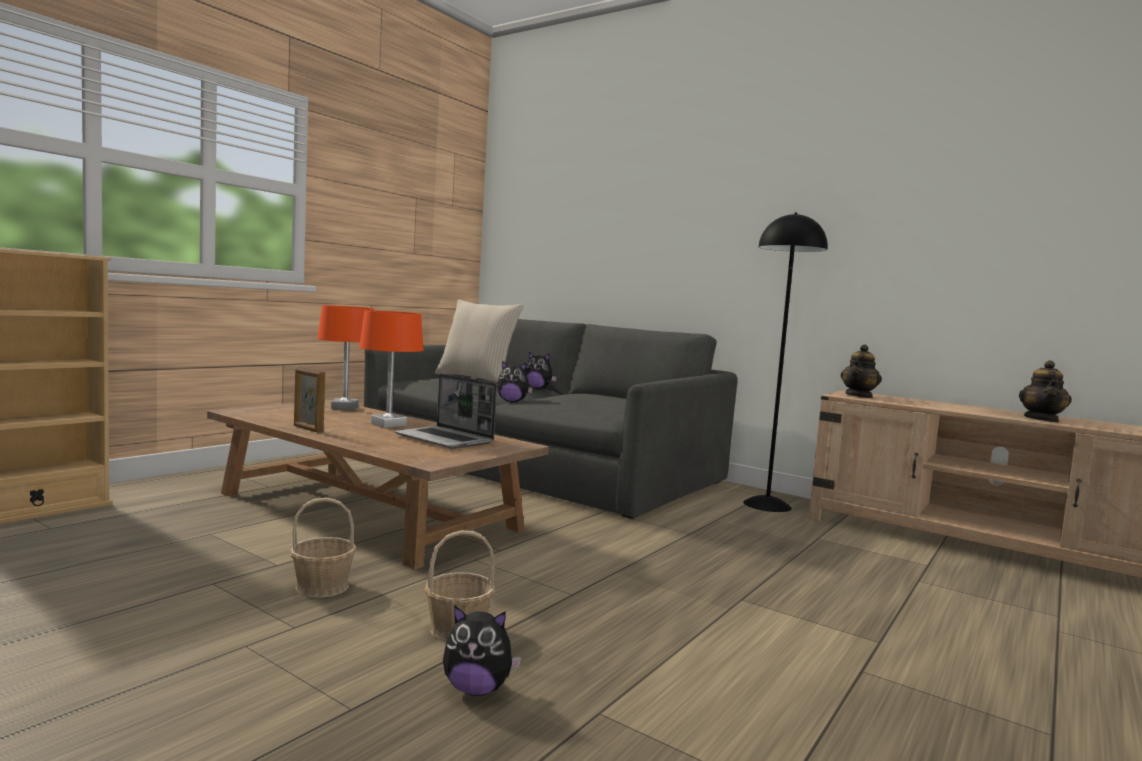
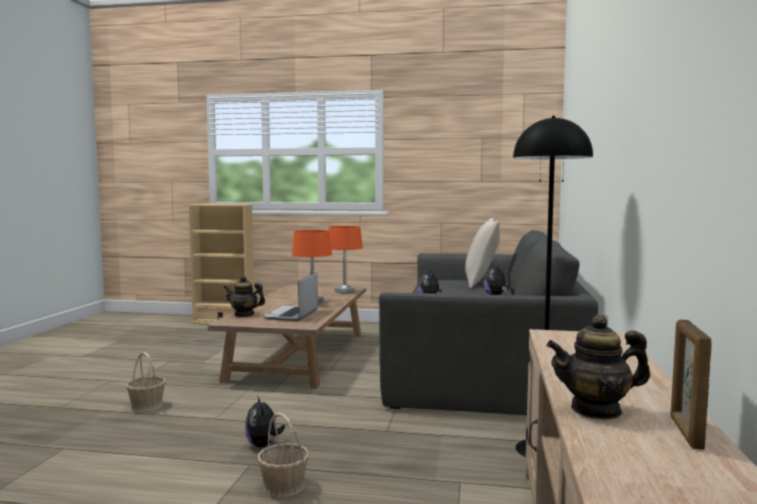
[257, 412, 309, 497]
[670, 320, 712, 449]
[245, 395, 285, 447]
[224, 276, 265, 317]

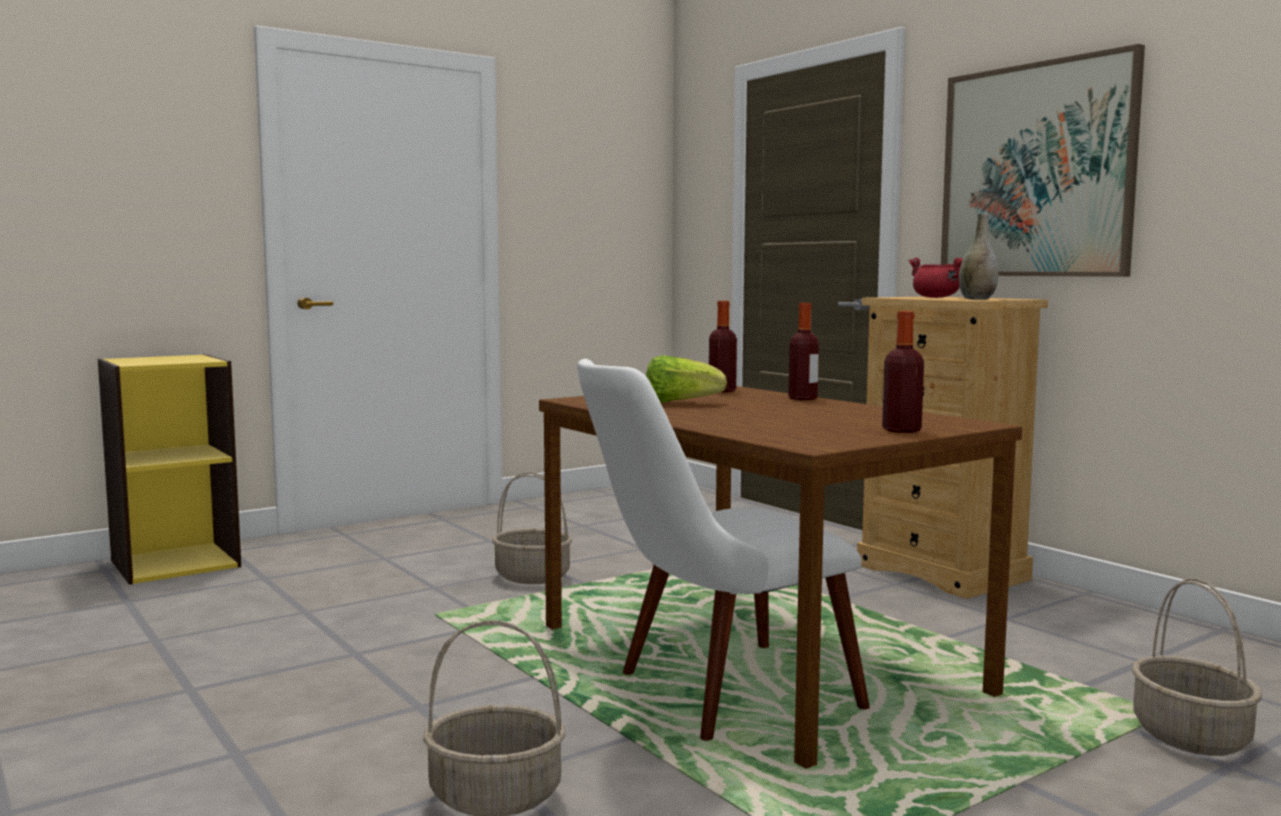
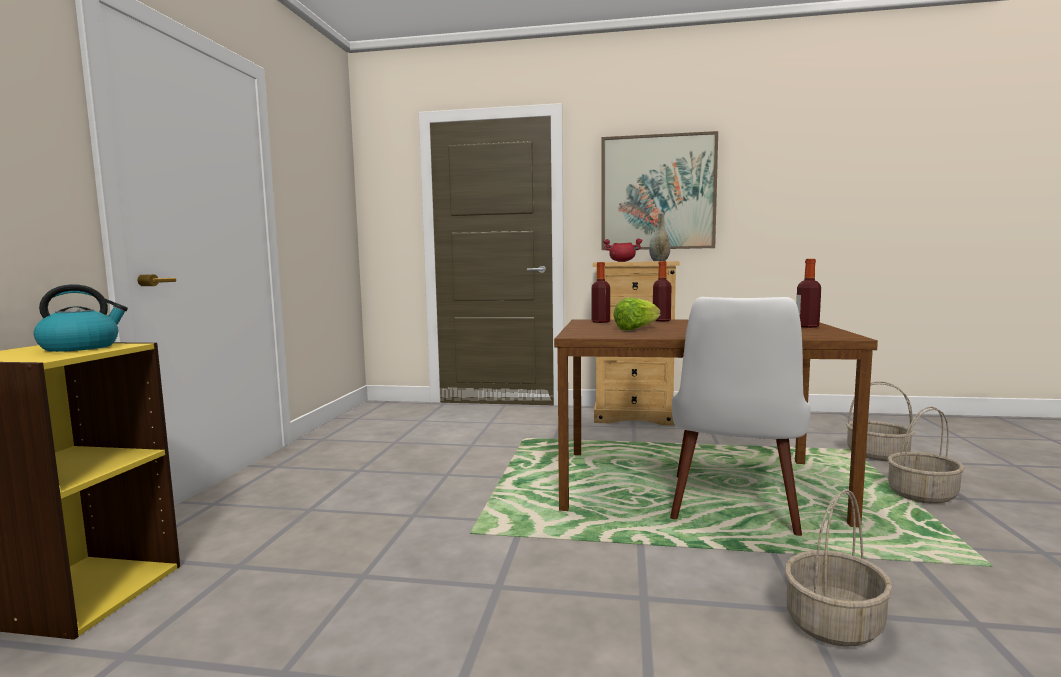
[887, 406, 965, 504]
[34, 284, 128, 352]

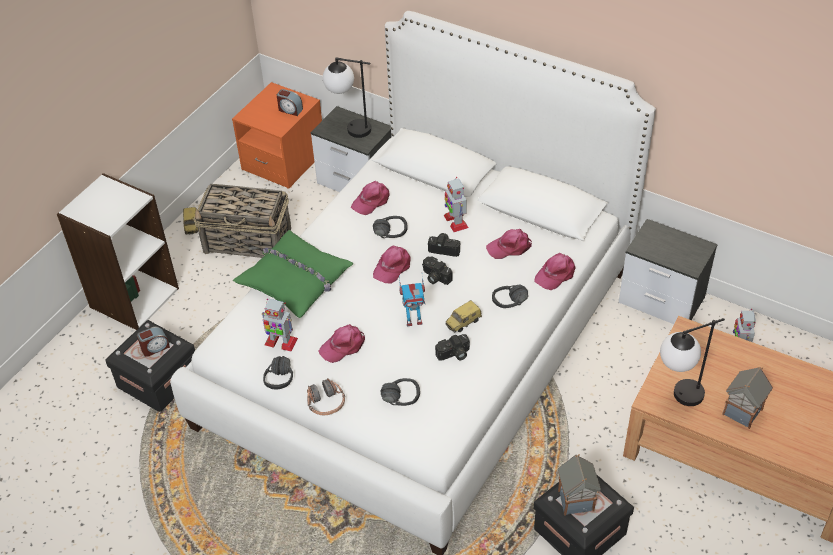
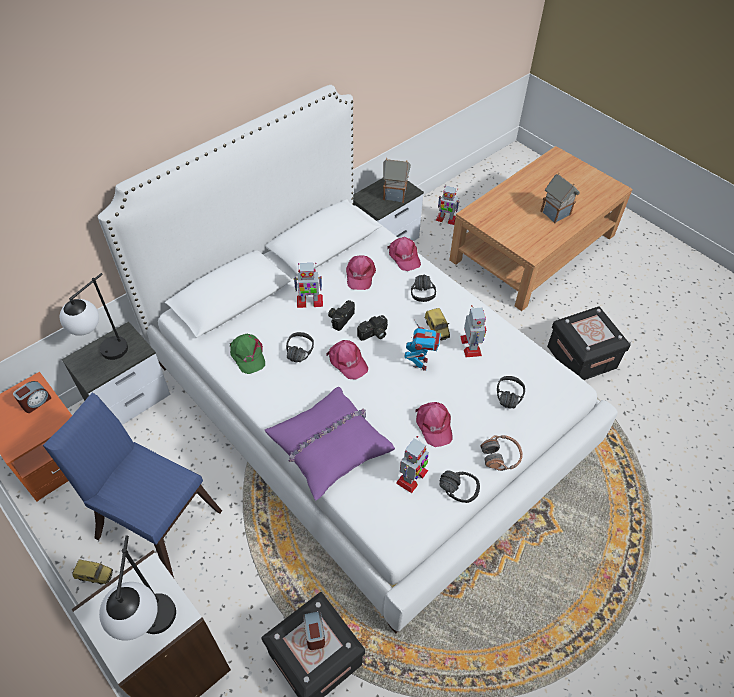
[43, 393, 222, 578]
[265, 387, 395, 500]
[230, 334, 265, 374]
[460, 305, 486, 357]
[383, 158, 411, 203]
[99, 535, 176, 641]

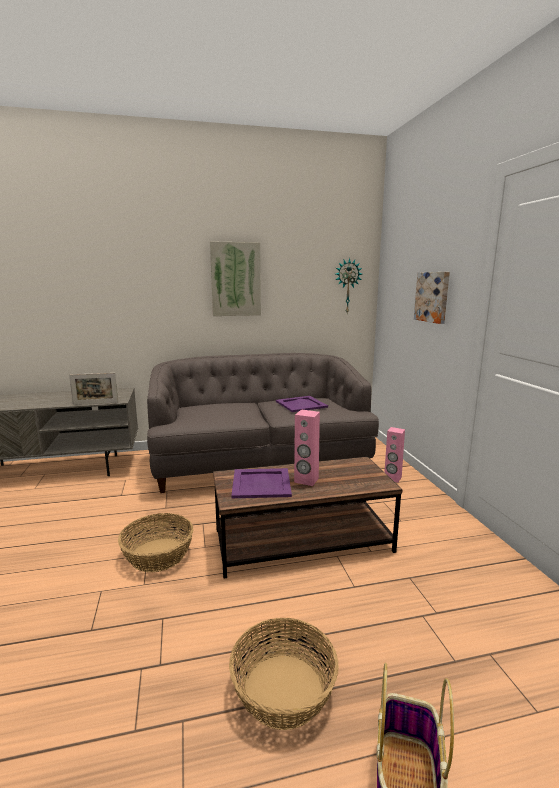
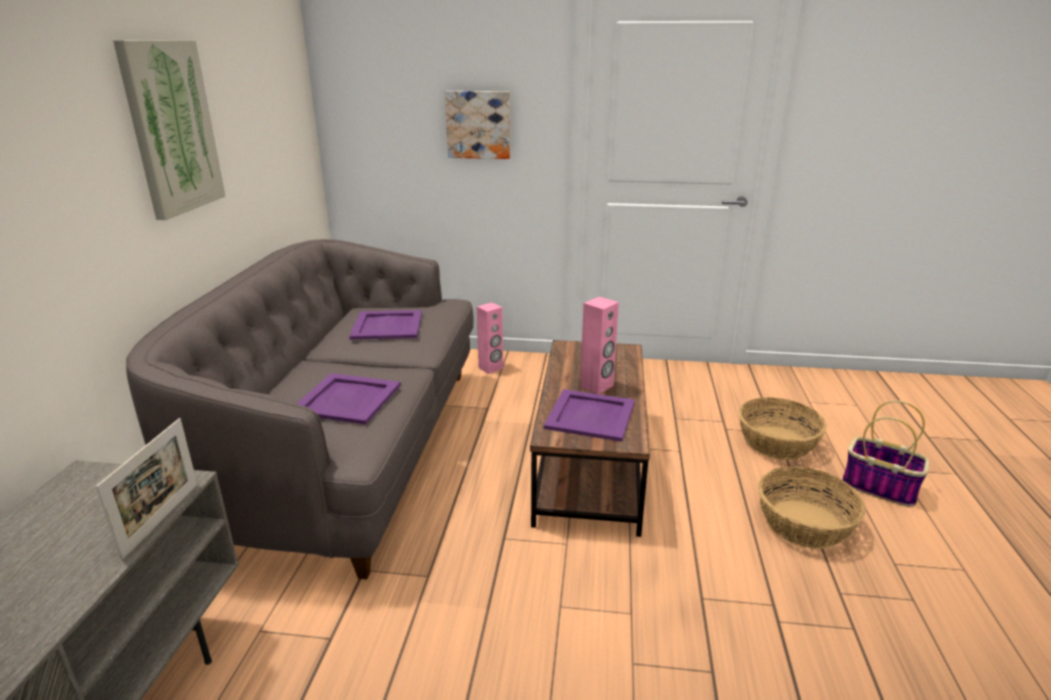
[739, 397, 827, 460]
[336, 258, 362, 313] (first image)
[296, 373, 401, 425]

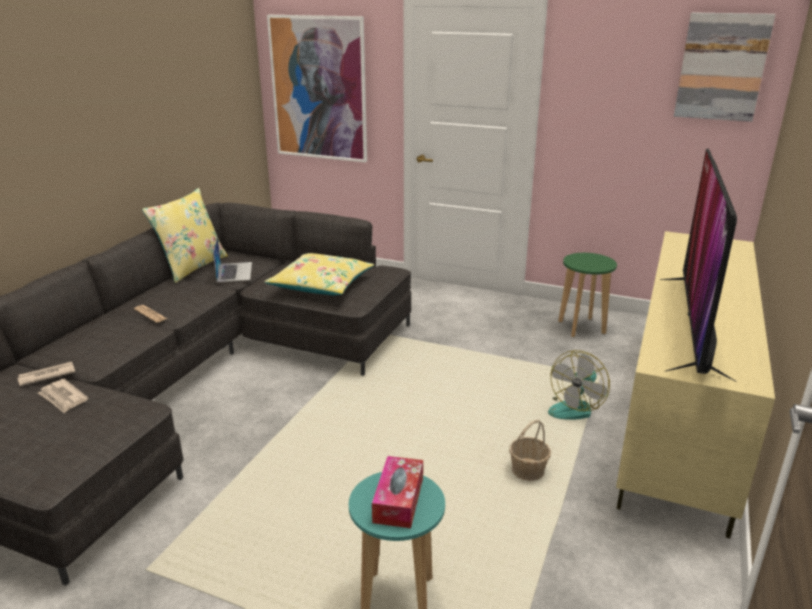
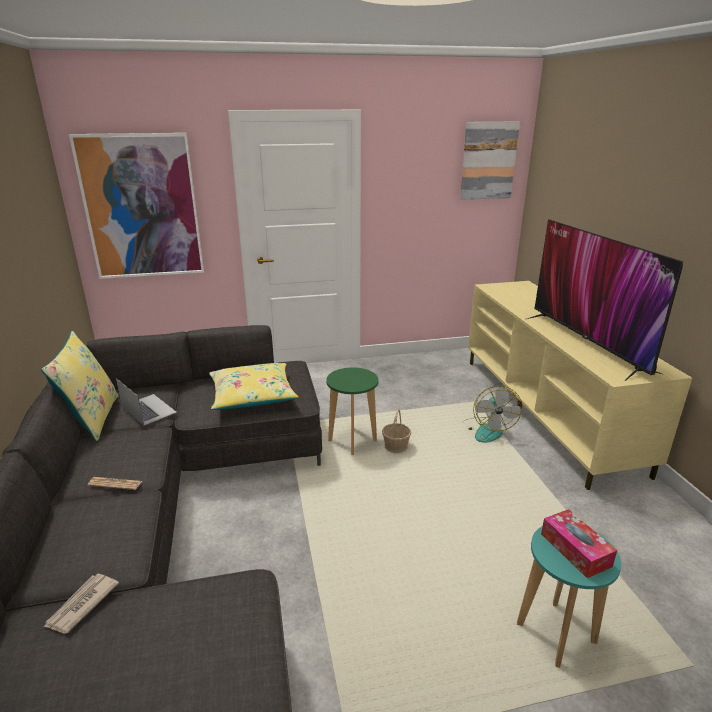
[38, 379, 88, 413] (first image)
[382, 408, 411, 453]
[326, 367, 378, 455]

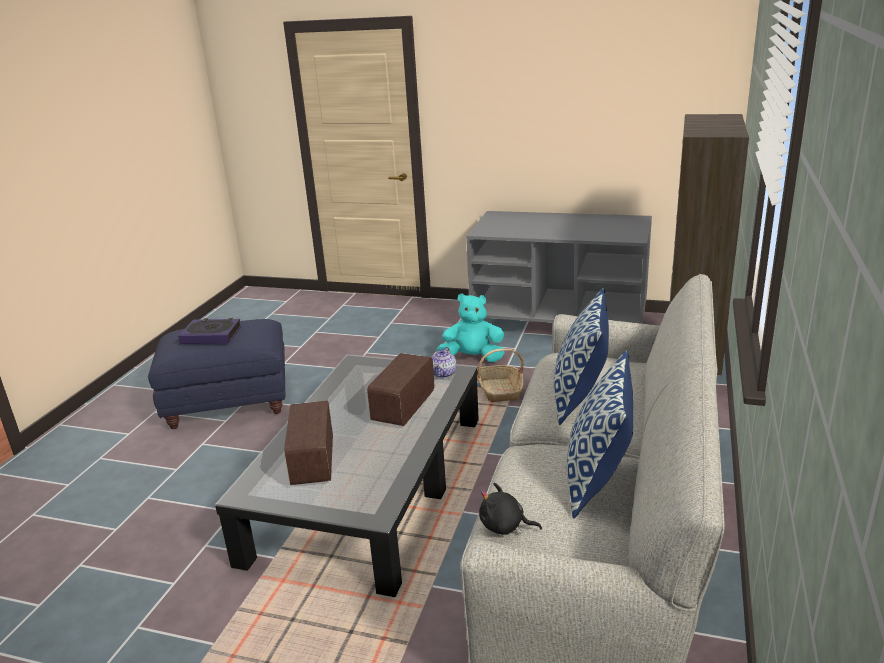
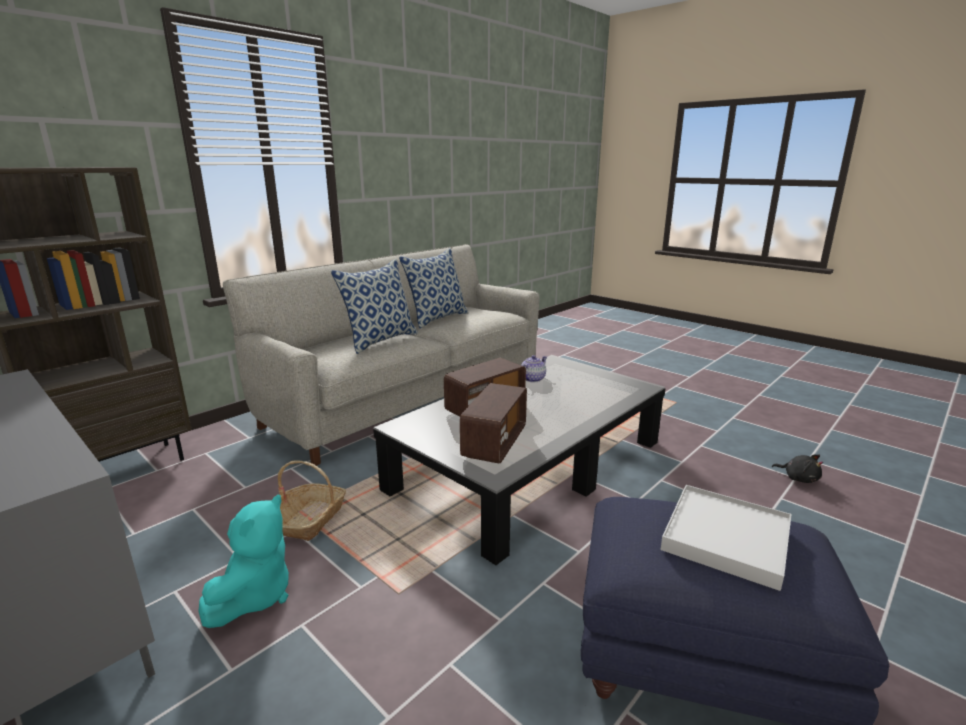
[660, 485, 792, 591]
[460, 383, 527, 463]
[521, 355, 547, 382]
[199, 495, 289, 628]
[772, 454, 823, 483]

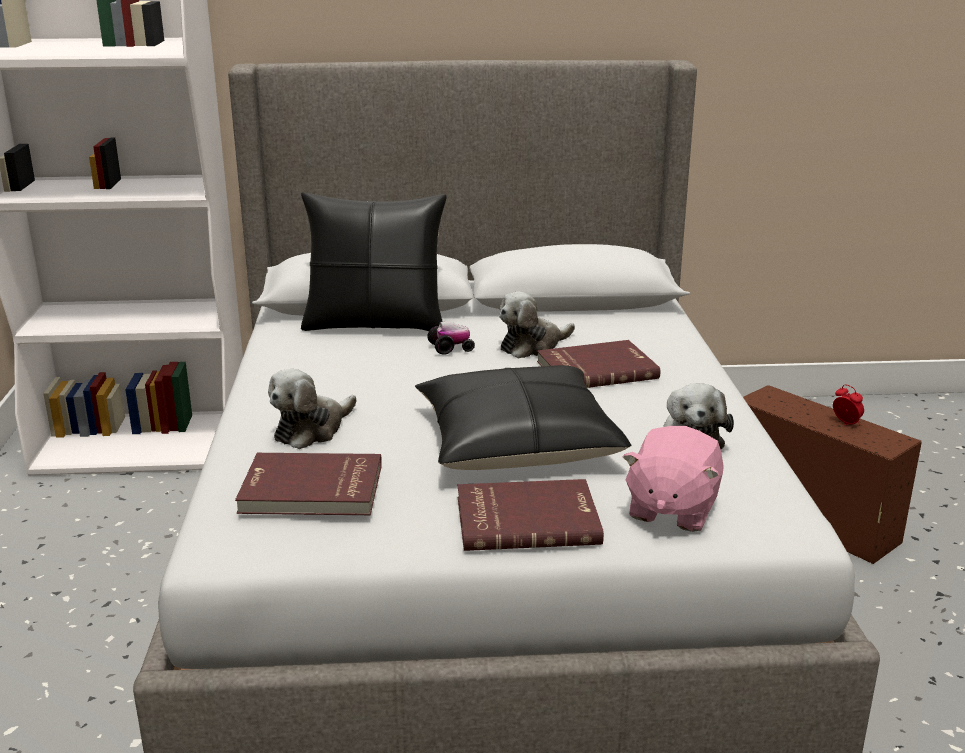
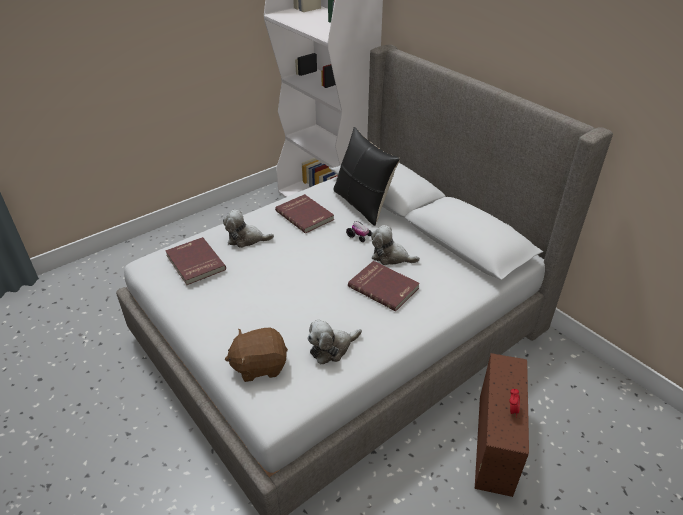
[415, 365, 632, 470] (first image)
[275, 194, 334, 233]
[225, 328, 288, 382]

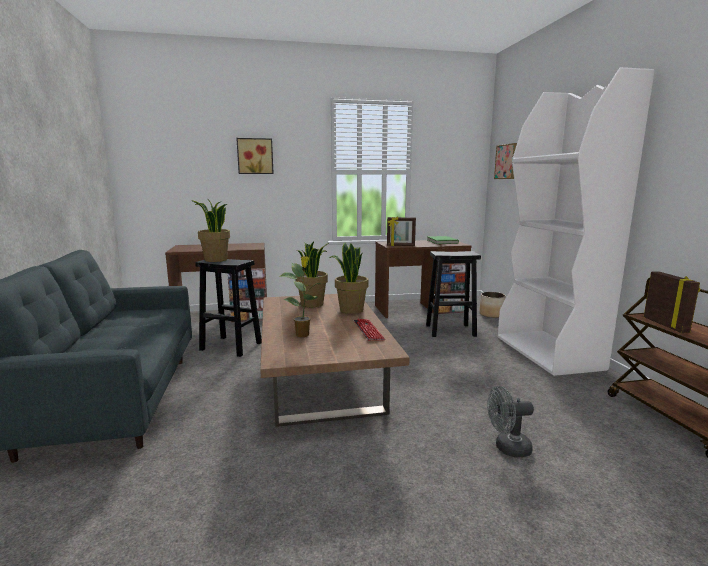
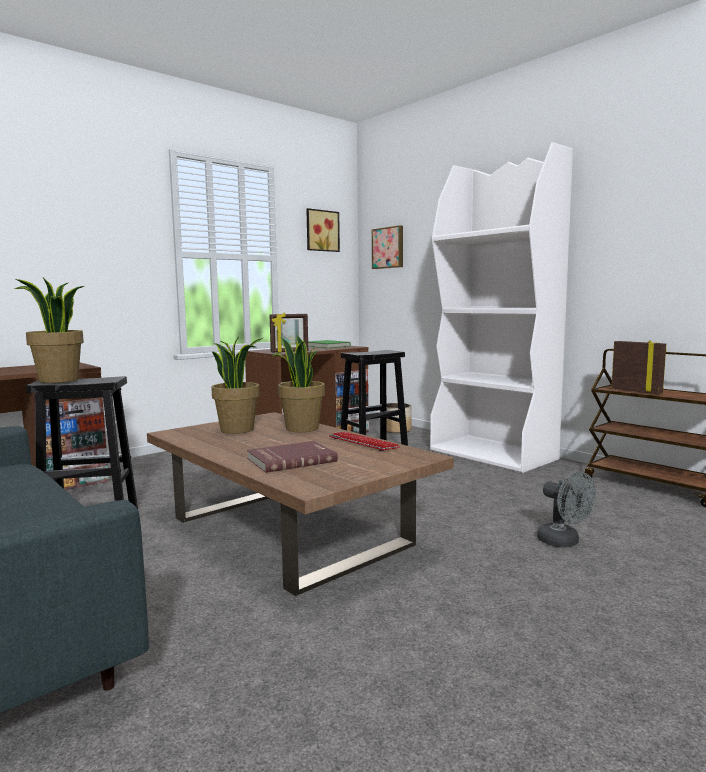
[306, 208, 340, 252]
[247, 441, 338, 473]
[537, 472, 596, 547]

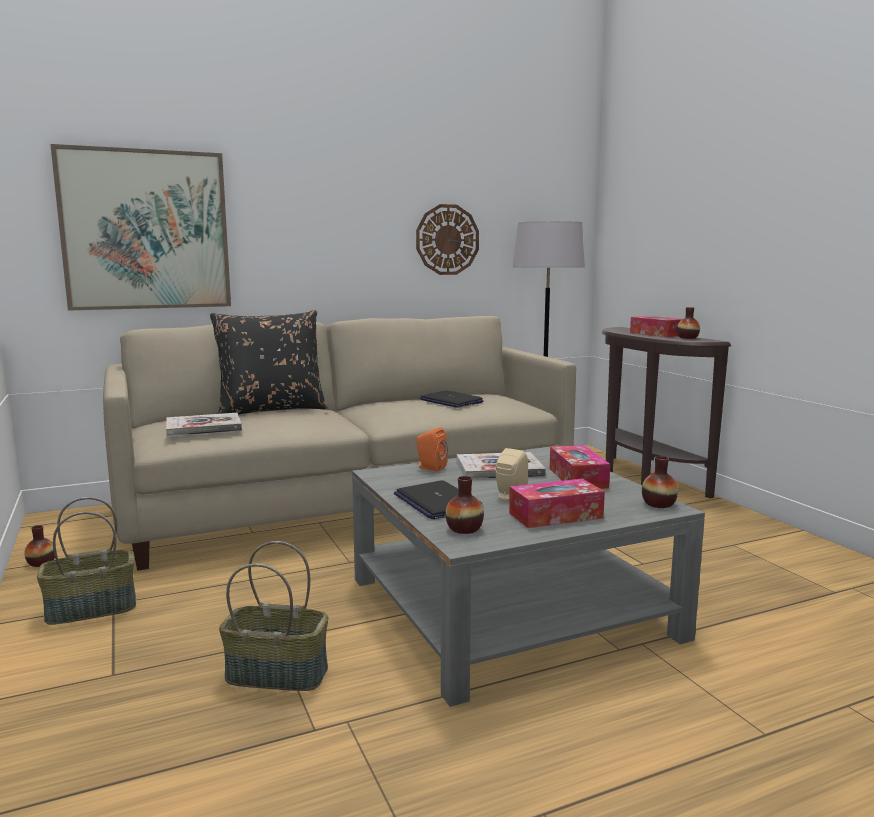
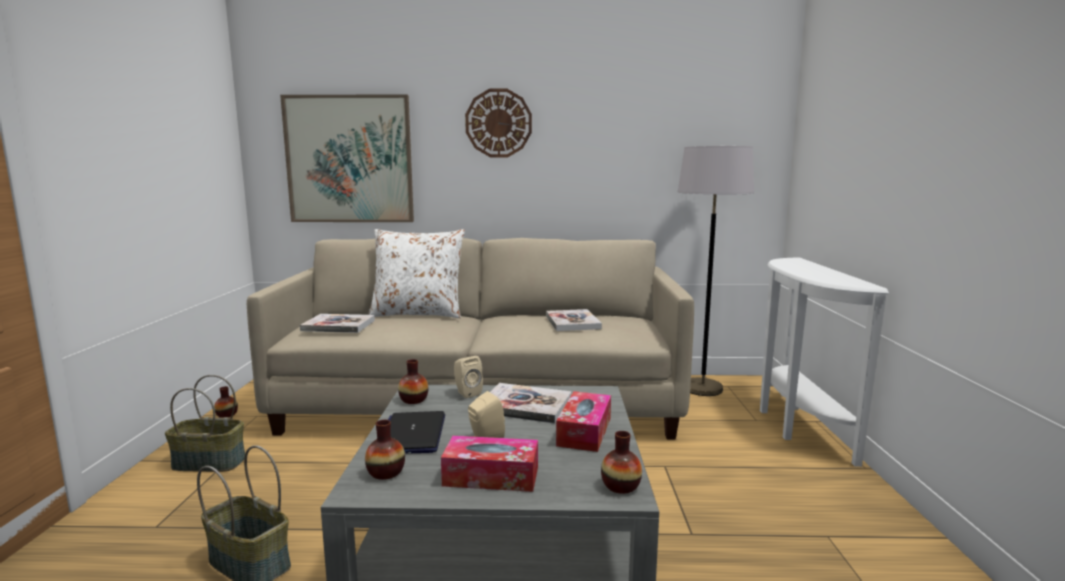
[368, 229, 465, 318]
[465, 89, 532, 157]
[454, 356, 483, 398]
[546, 309, 602, 331]
[760, 257, 889, 467]
[630, 316, 682, 337] (first image)
[398, 359, 429, 404]

